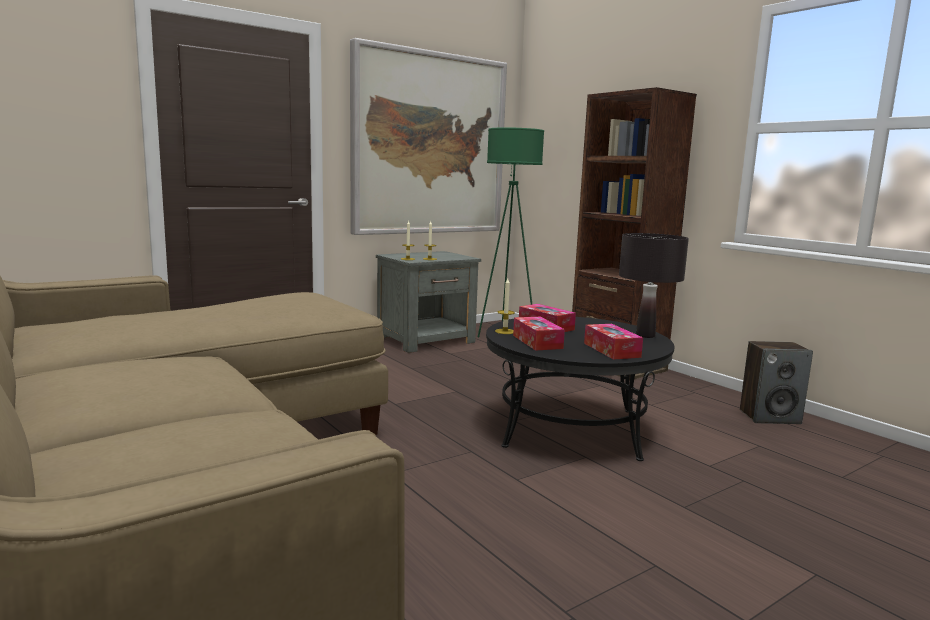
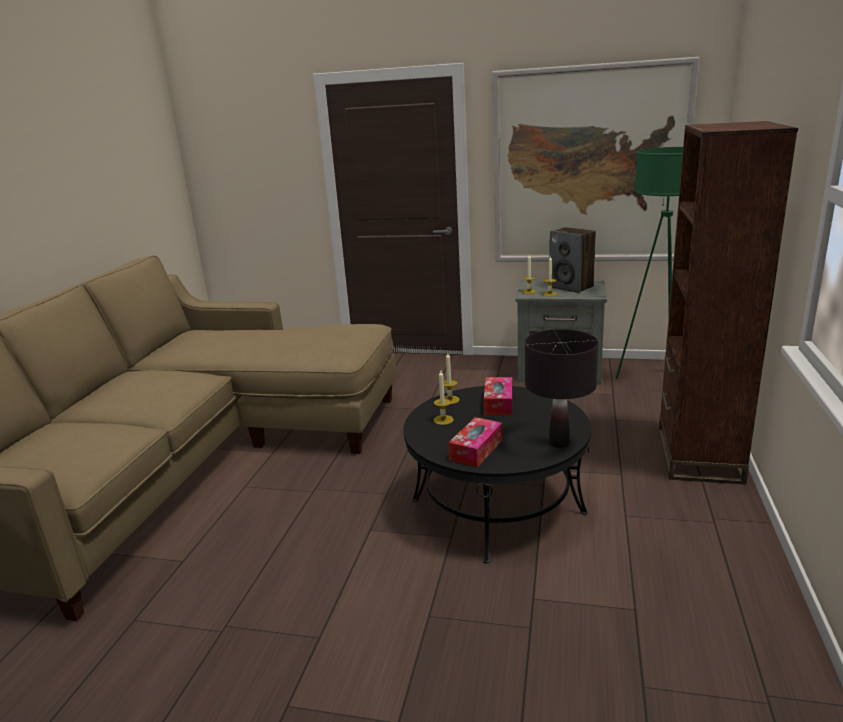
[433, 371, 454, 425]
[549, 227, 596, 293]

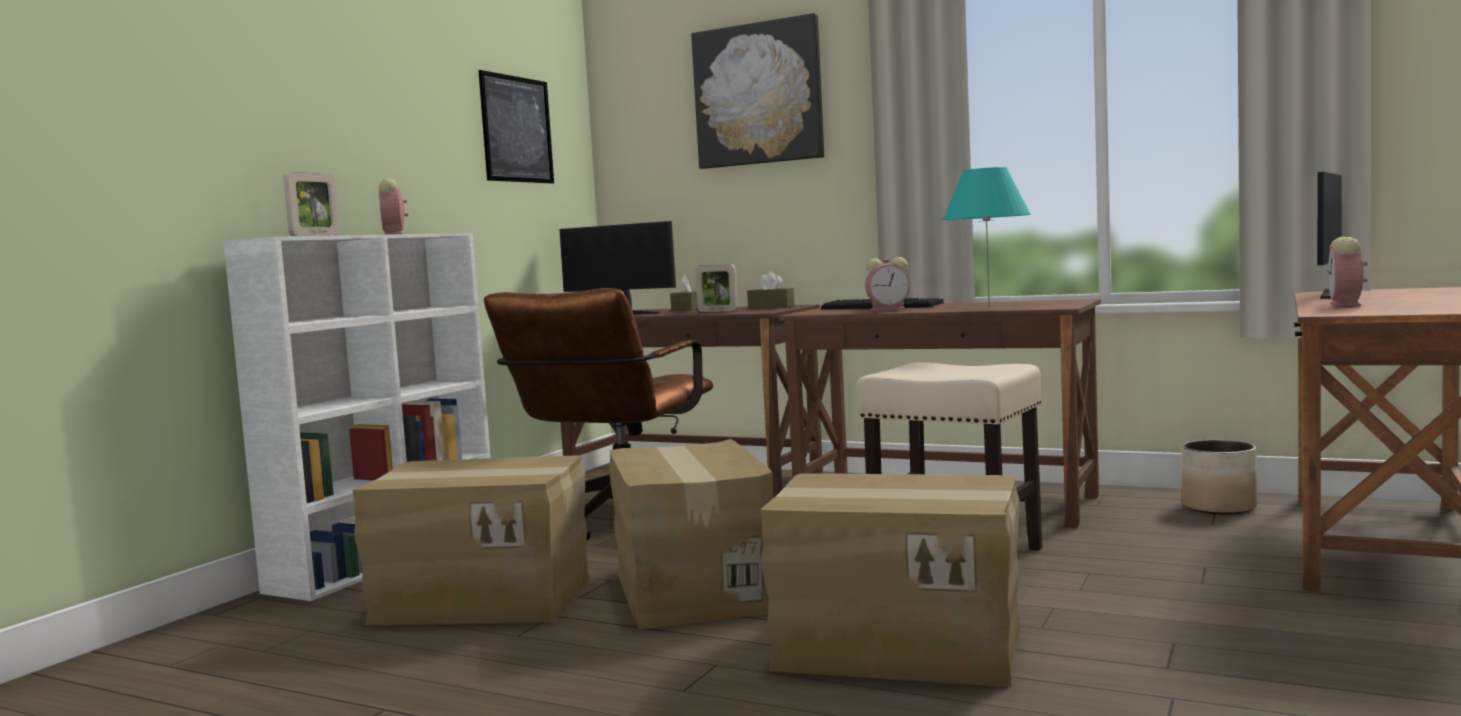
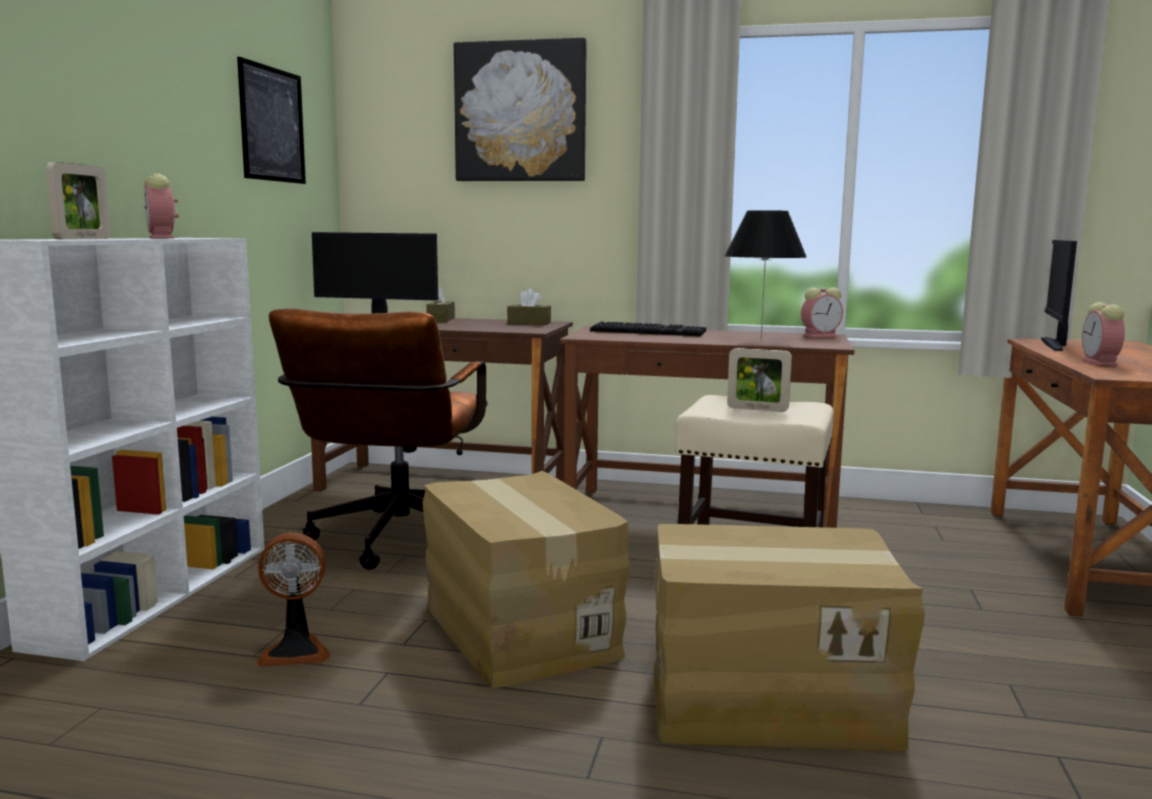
[256, 533, 330, 667]
[727, 348, 792, 412]
[801, 287, 843, 338]
[724, 210, 807, 341]
[1181, 440, 1257, 515] (first image)

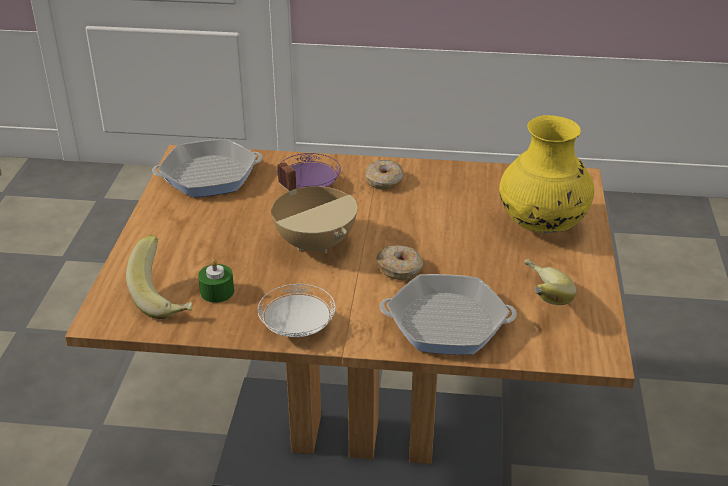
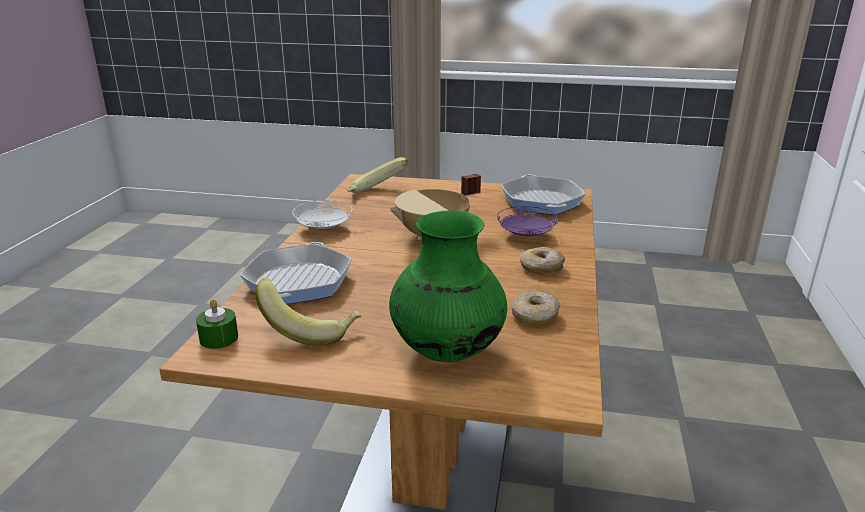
[196, 299, 238, 349]
[511, 290, 560, 325]
[389, 210, 507, 362]

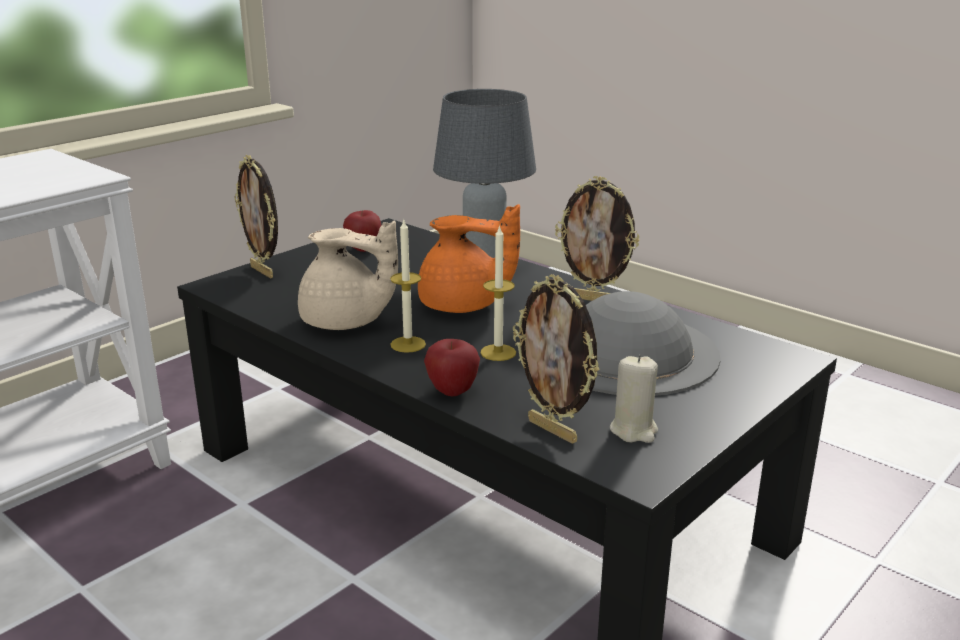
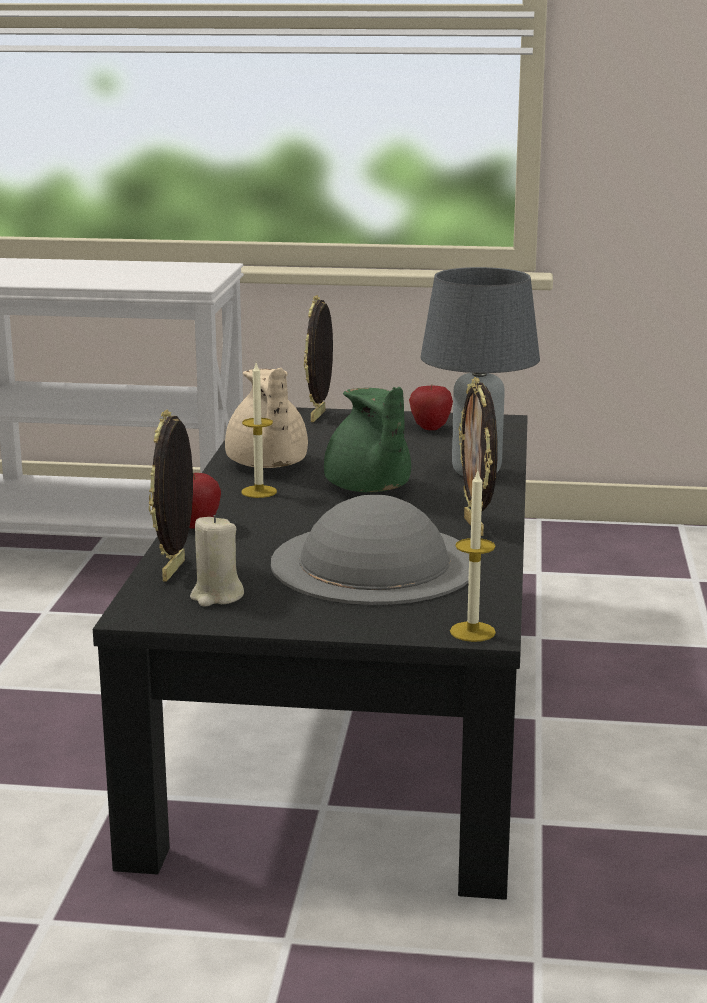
[324, 387, 411, 492]
[450, 469, 496, 642]

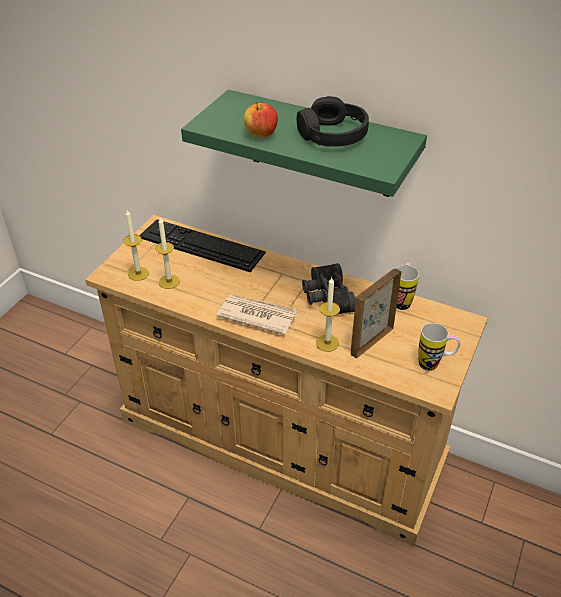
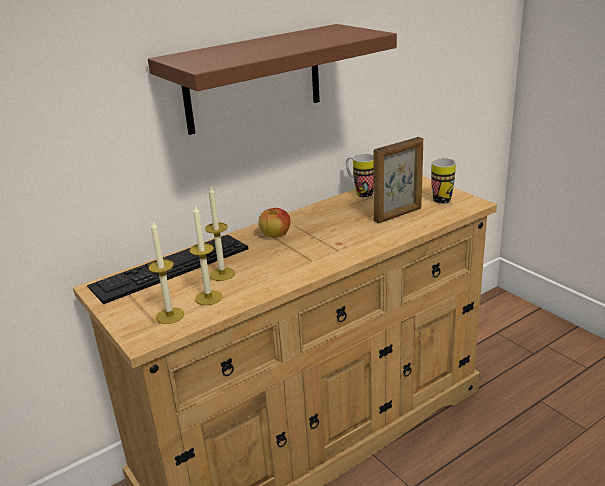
[148, 24, 397, 135]
[217, 295, 297, 335] (first image)
[259, 208, 291, 238]
[297, 96, 369, 147] (first image)
[302, 263, 356, 314] (first image)
[205, 185, 235, 281]
[373, 137, 423, 223]

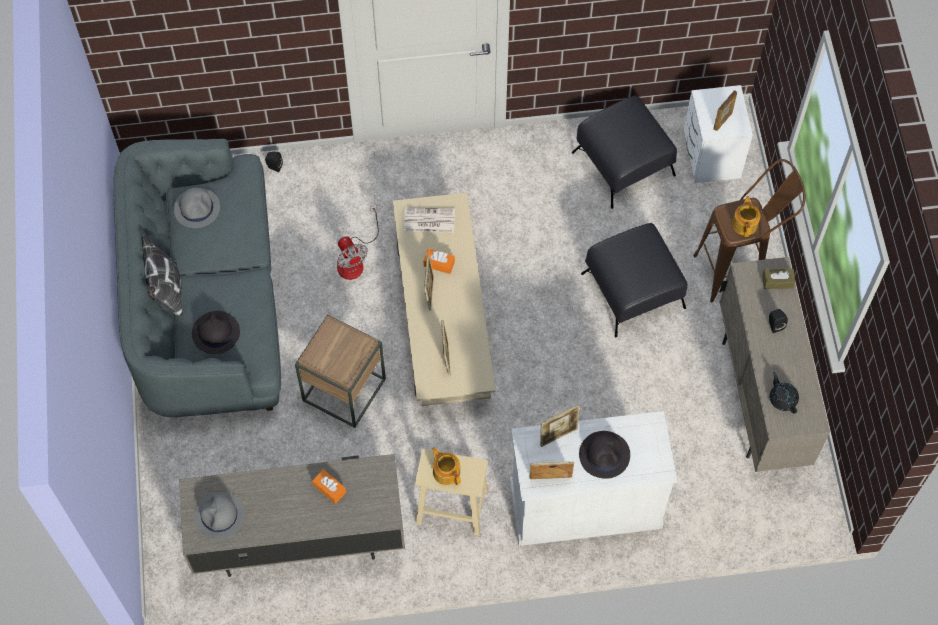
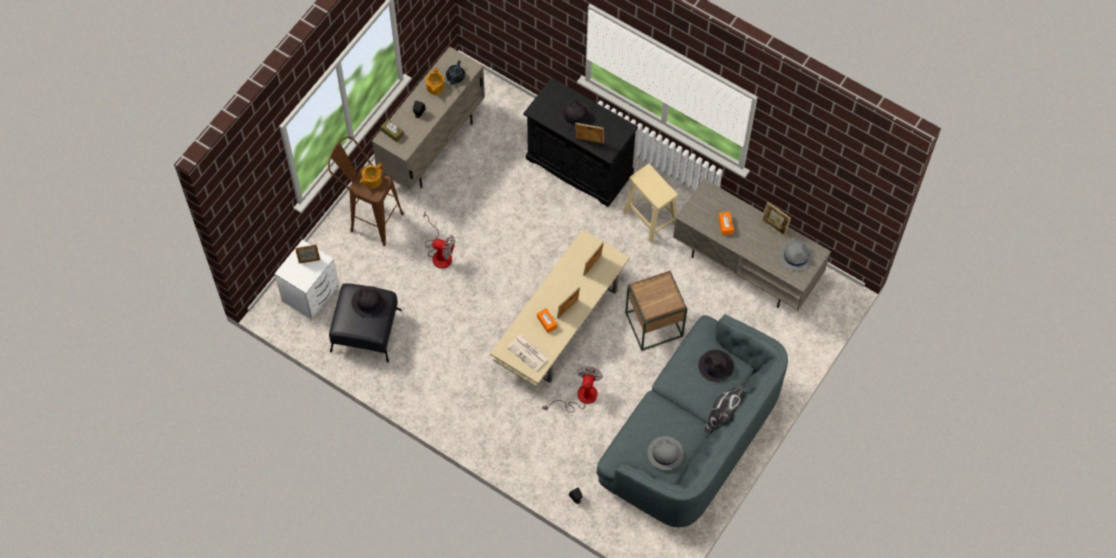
[426, 67, 445, 95]
[523, 77, 638, 207]
[762, 202, 791, 236]
[423, 212, 455, 269]
[351, 286, 386, 317]

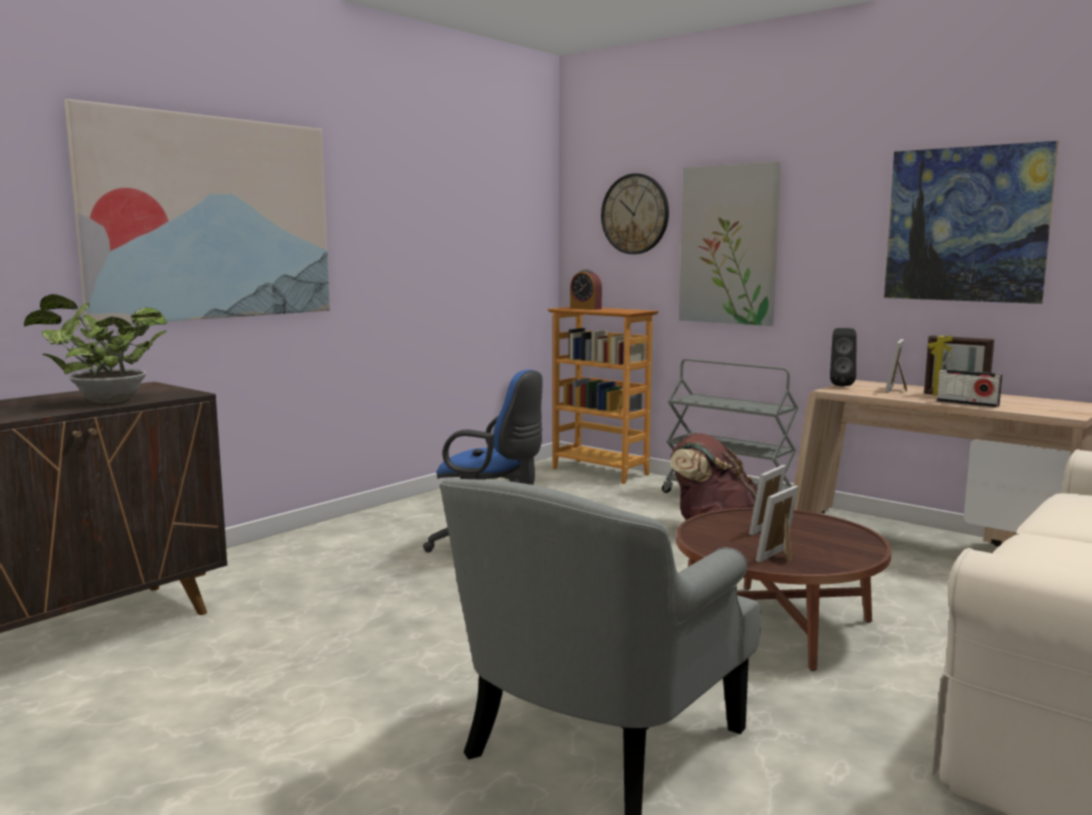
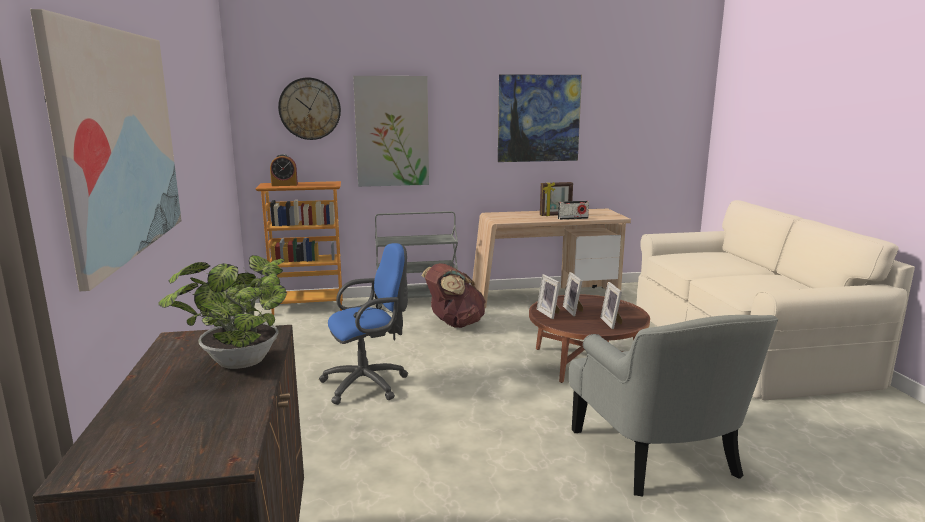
[830, 328, 857, 386] (first image)
[537, 274, 560, 319]

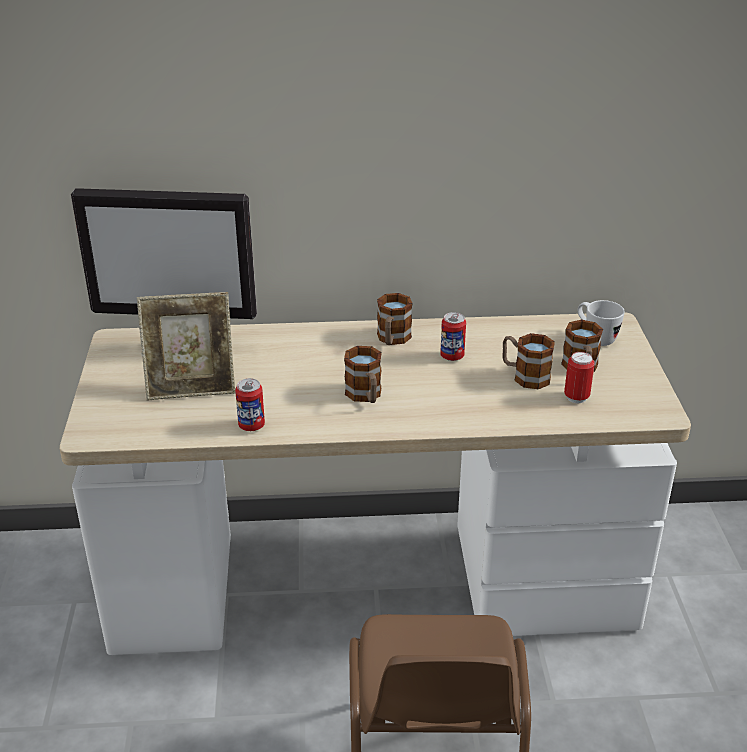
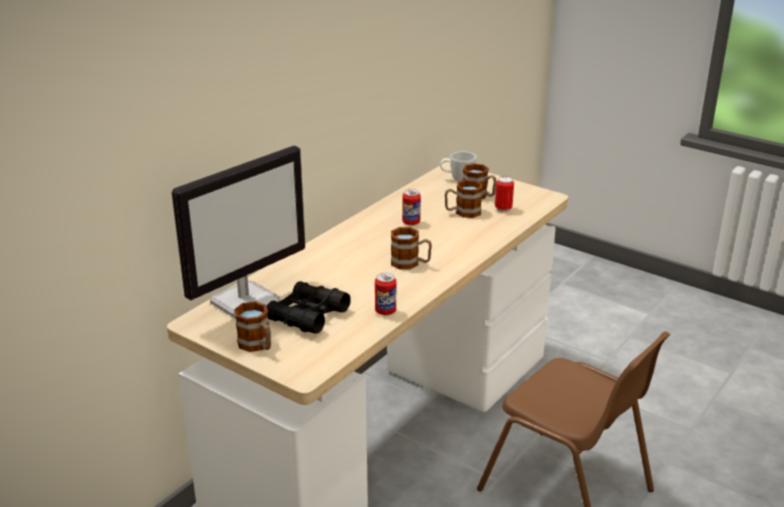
[267, 281, 351, 334]
[234, 301, 271, 352]

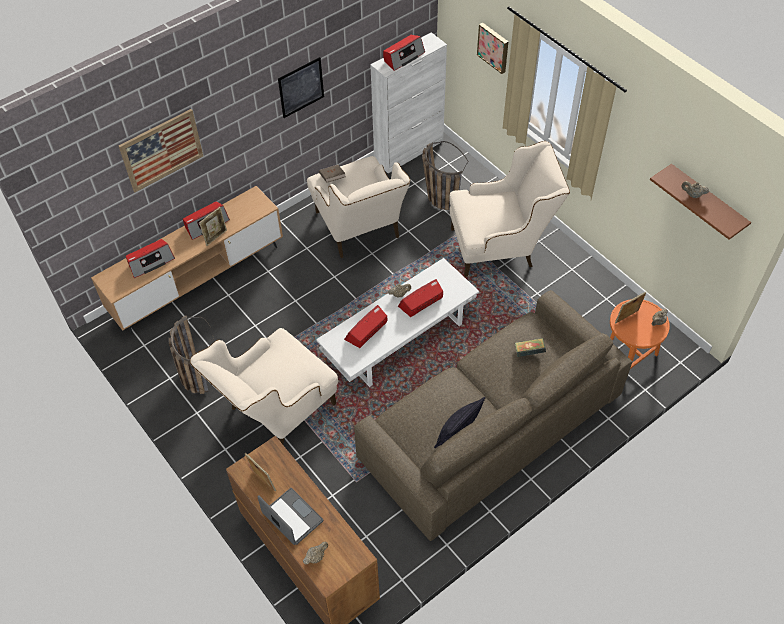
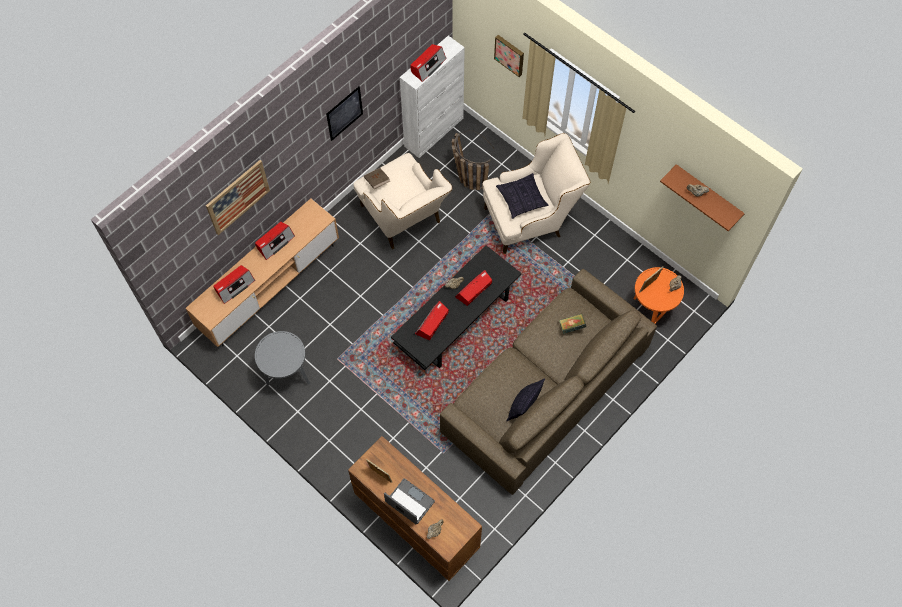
[255, 331, 310, 386]
[190, 328, 338, 444] (first image)
[199, 207, 227, 246] (first image)
[391, 245, 521, 370]
[496, 173, 548, 219]

